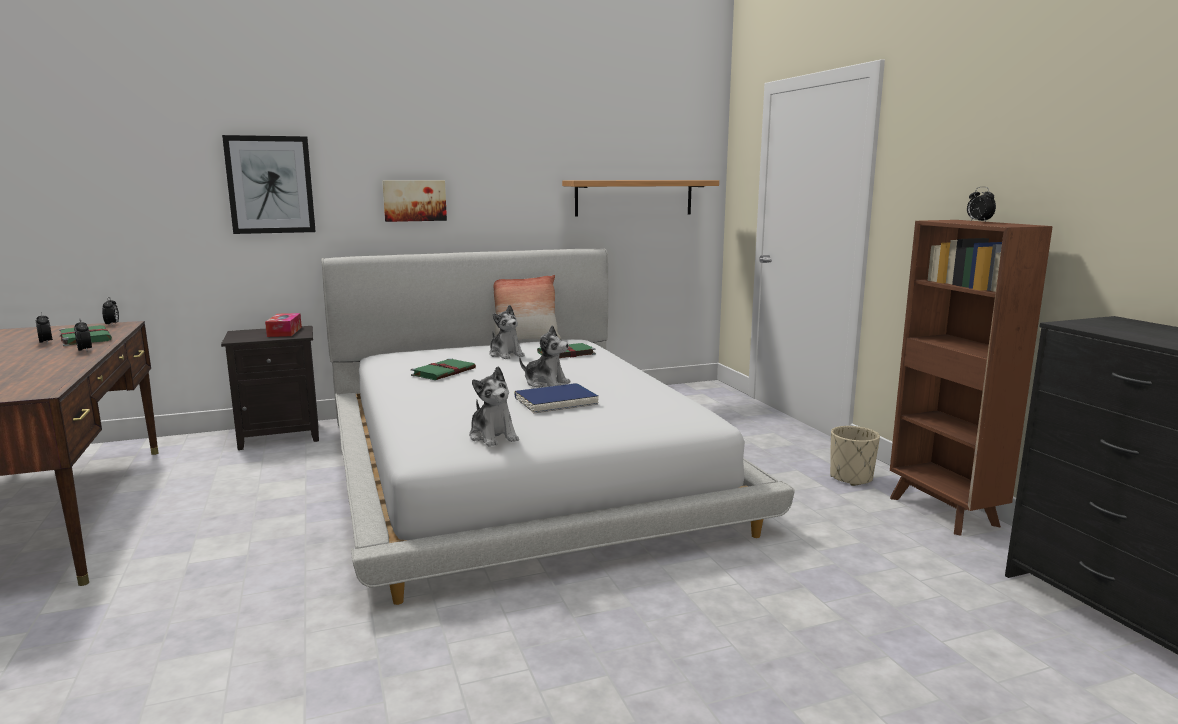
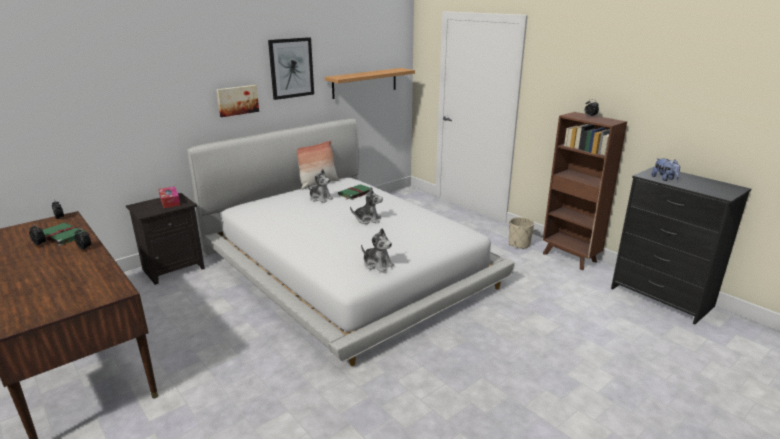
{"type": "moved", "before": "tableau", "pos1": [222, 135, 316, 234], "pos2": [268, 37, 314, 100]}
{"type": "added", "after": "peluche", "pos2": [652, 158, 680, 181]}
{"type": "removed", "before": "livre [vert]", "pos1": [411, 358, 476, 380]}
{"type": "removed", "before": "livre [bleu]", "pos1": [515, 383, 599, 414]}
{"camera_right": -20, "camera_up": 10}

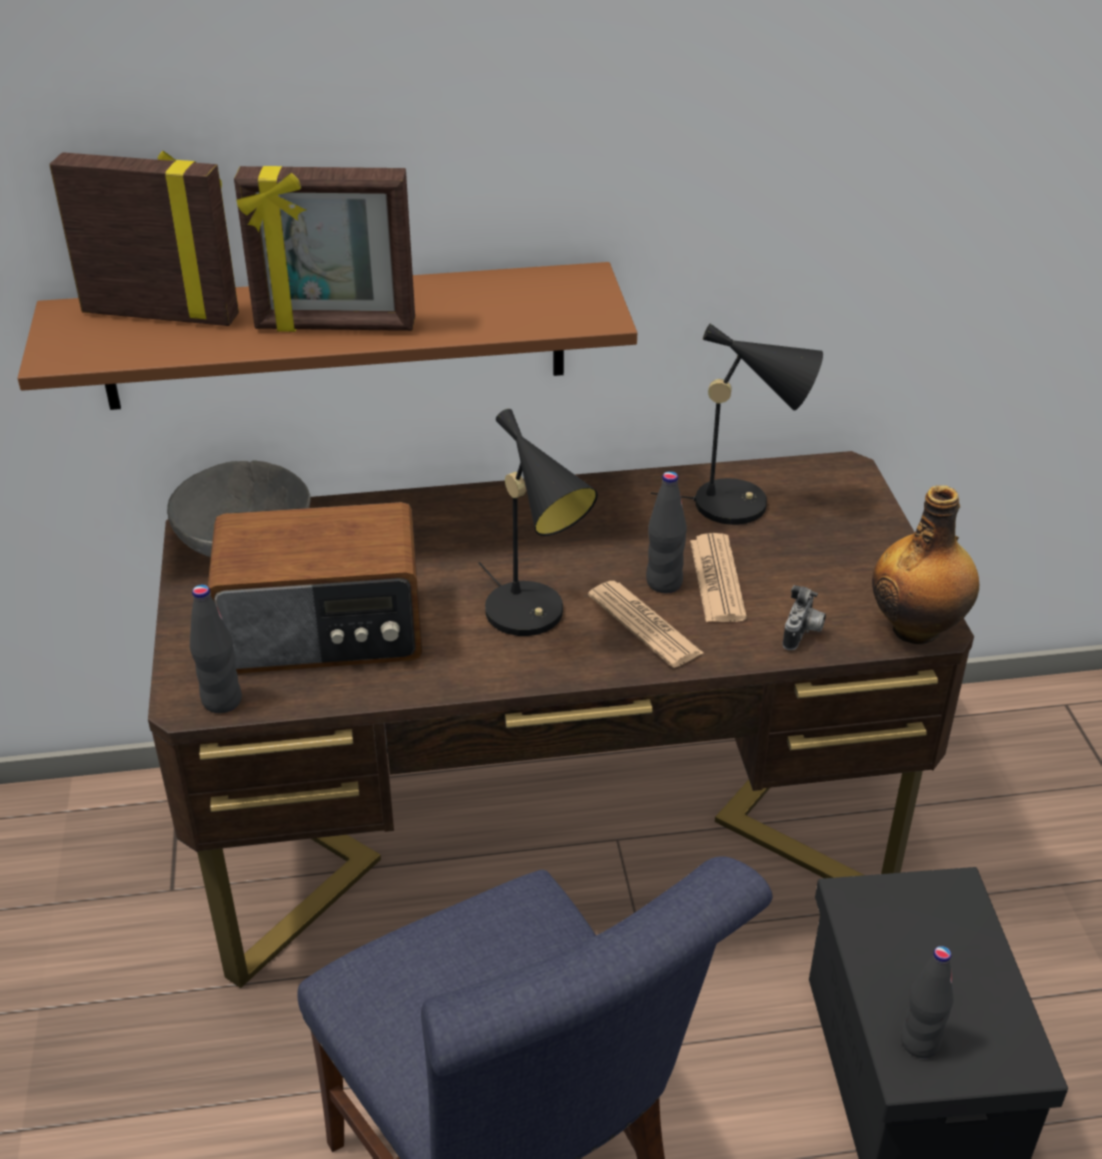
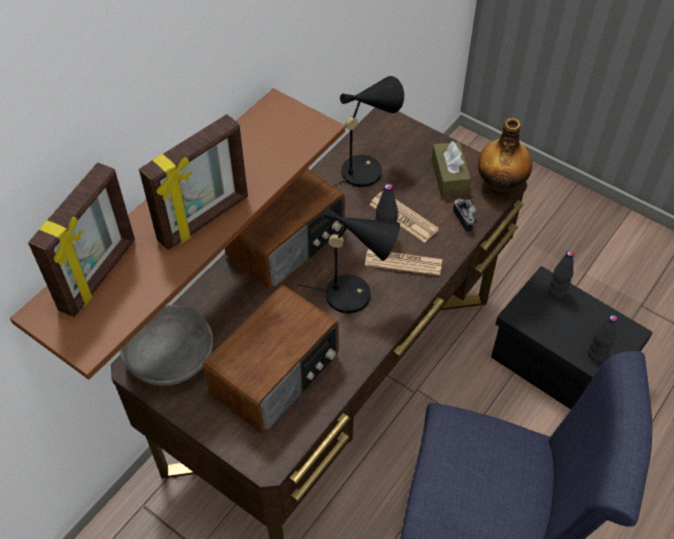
{"type": "turned", "before": "cadre photo", "pos1": [49, 151, 239, 326], "pos2": [28, 163, 135, 317], "turn": 150}
{"type": "added", "after": "radio", "pos2": [225, 168, 345, 291]}
{"type": "added", "after": "boîte à mouchoirs [marron]", "pos2": [431, 141, 471, 197]}
{"type": "moved", "before": "bouteille [noir]", "pos1": [190, 585, 242, 713], "pos2": [548, 250, 574, 299]}
{"camera_right": -45, "camera_up": 15}

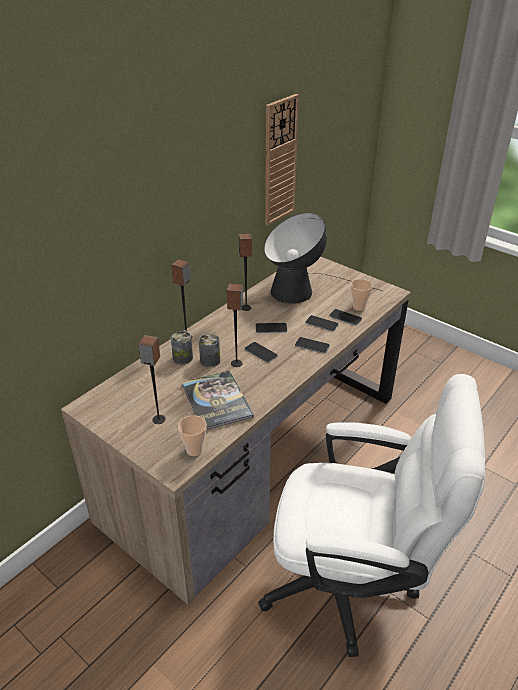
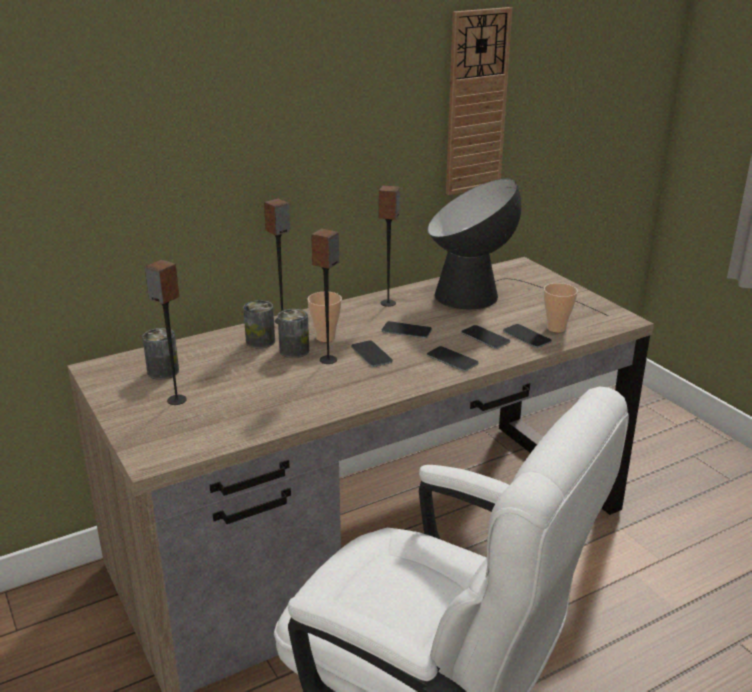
{"type": "added", "after": "boîte métallique", "pos2": [142, 328, 179, 380]}
{"type": "moved", "before": "tasse", "pos1": [178, 415, 207, 456], "pos2": [308, 292, 342, 342]}
{"type": "removed", "before": "livre", "pos1": [182, 371, 254, 430]}
{"camera_right": 20, "camera_up": -10}

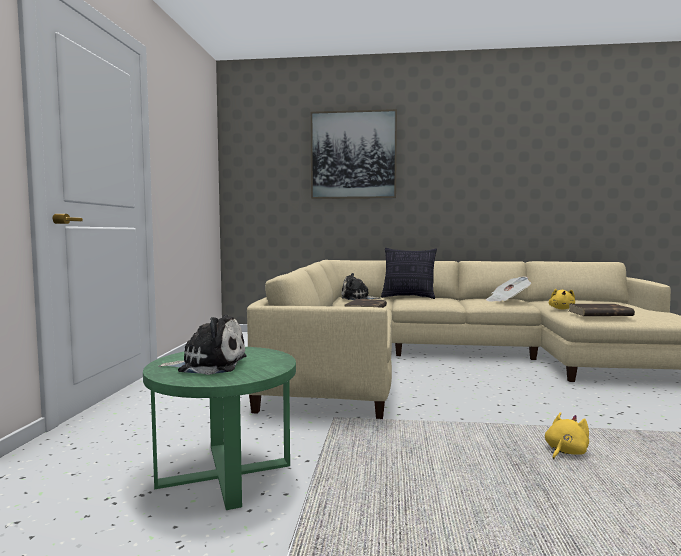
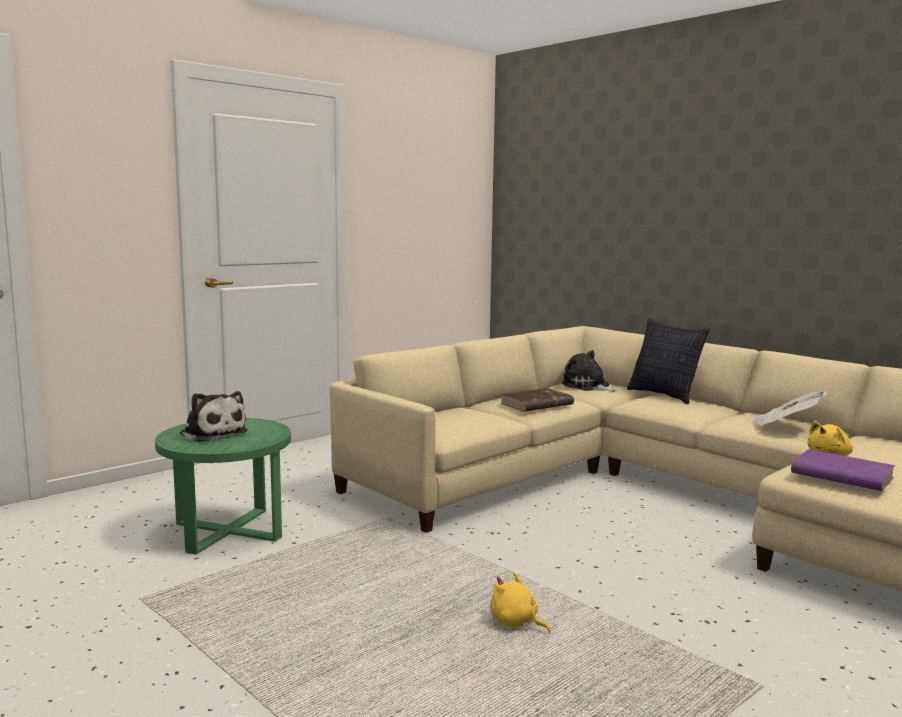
{"type": "turned", "before": "peluche [jaune]", "pos1": [545, 412, 589, 460], "pos2": [490, 572, 550, 633], "turn": -135}
{"type": "recoloured", "before": "livre [marron]", "after": "livre [violet]", "pos1": [569, 304, 635, 316], "pos2": [791, 449, 895, 491]}
{"type": "removed", "before": "tableau", "pos1": [311, 109, 397, 199]}
{"camera_right": 40, "camera_up": 5}

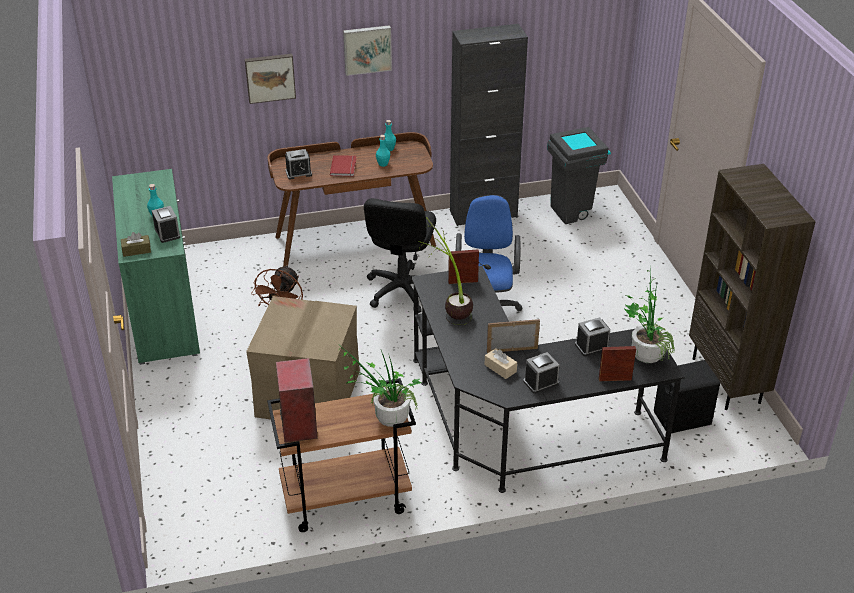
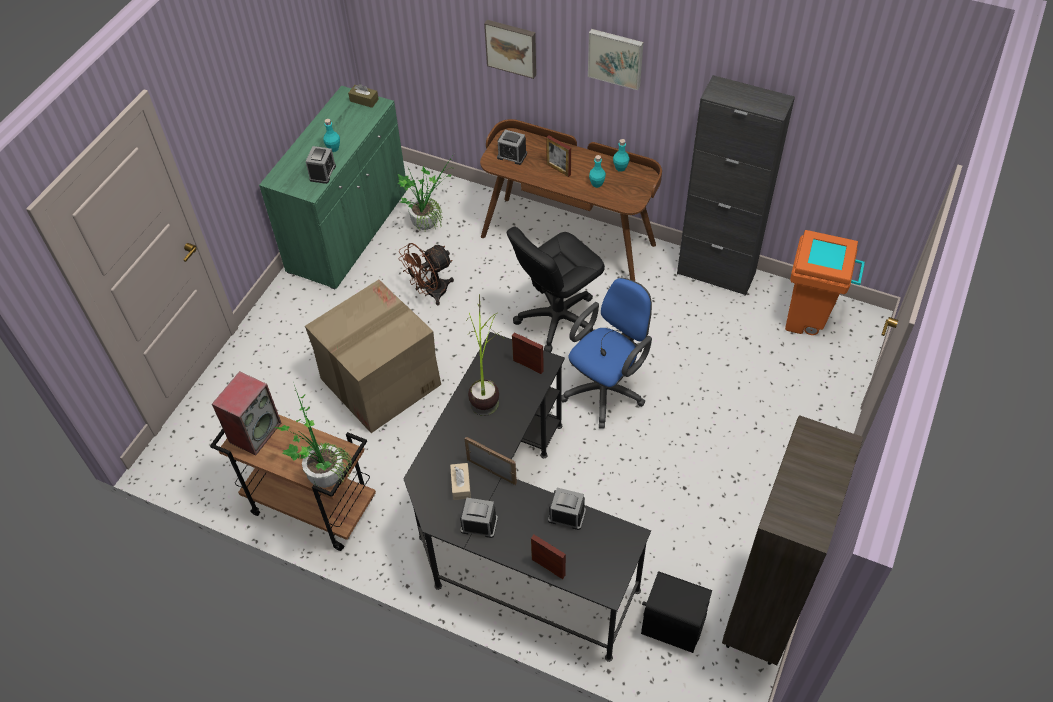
{"type": "moved", "before": "boîte à mouchoirs [marron]", "pos1": [121, 232, 151, 257], "pos2": [348, 84, 379, 108]}
{"type": "moved", "before": "plante en pot", "pos1": [623, 270, 675, 363], "pos2": [398, 154, 454, 231]}
{"type": "replaced", "before": "livre [rouge]", "after": "cadre photo", "pos1": [330, 155, 356, 177], "pos2": [546, 135, 571, 177]}
{"type": "recoloured", "before": "poubelle [gris]", "after": "poubelle [orange]", "pos1": [547, 127, 611, 224], "pos2": [785, 230, 865, 335]}
{"camera_right": 40, "camera_up": 15}

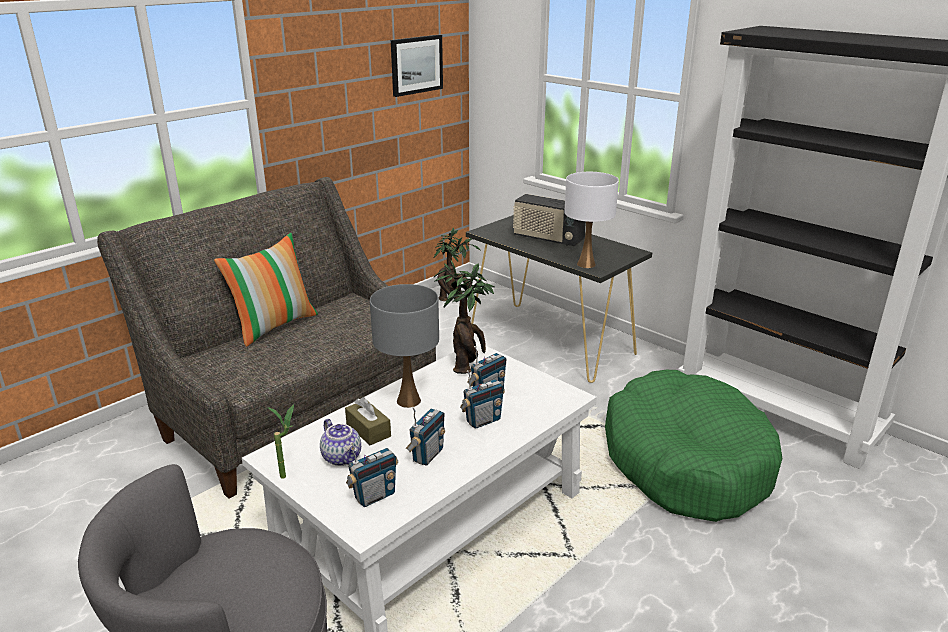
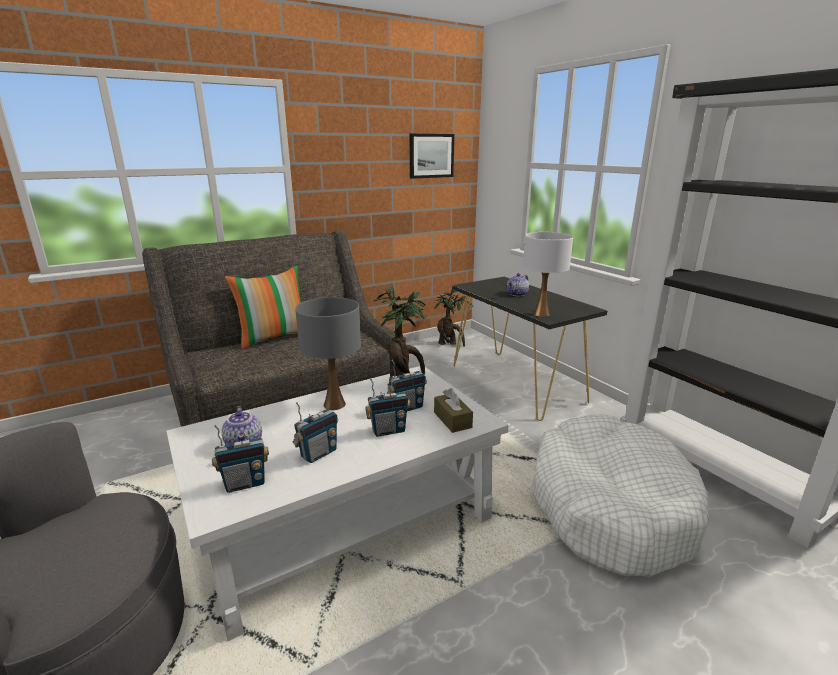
{"type": "moved", "before": "boîte à mouchoirs [marron]", "pos1": [345, 397, 391, 445], "pos2": [434, 388, 473, 433]}
{"type": "replaced", "before": "radio", "after": "théière", "pos1": [513, 194, 586, 246], "pos2": [507, 273, 529, 296]}
{"type": "recoloured", "before": "panier pour chien [vert]", "after": "panier pour chien [blanc]", "pos1": [605, 370, 783, 522], "pos2": [531, 414, 709, 577]}
{"type": "removed", "before": "plante en pot", "pos1": [268, 404, 294, 479]}
{"camera_right": 15, "camera_up": -5}

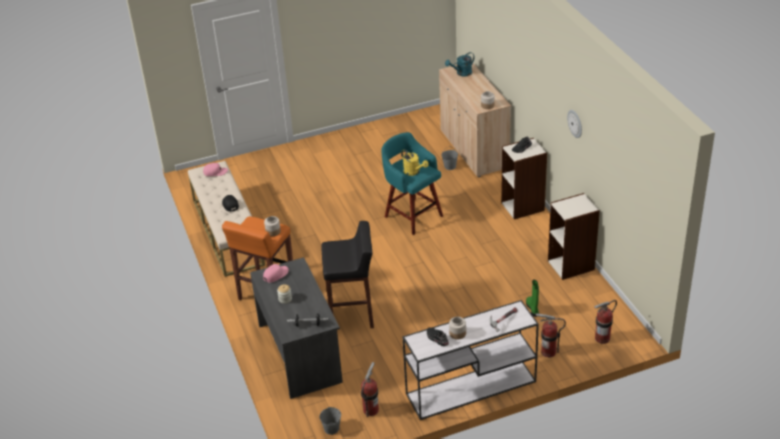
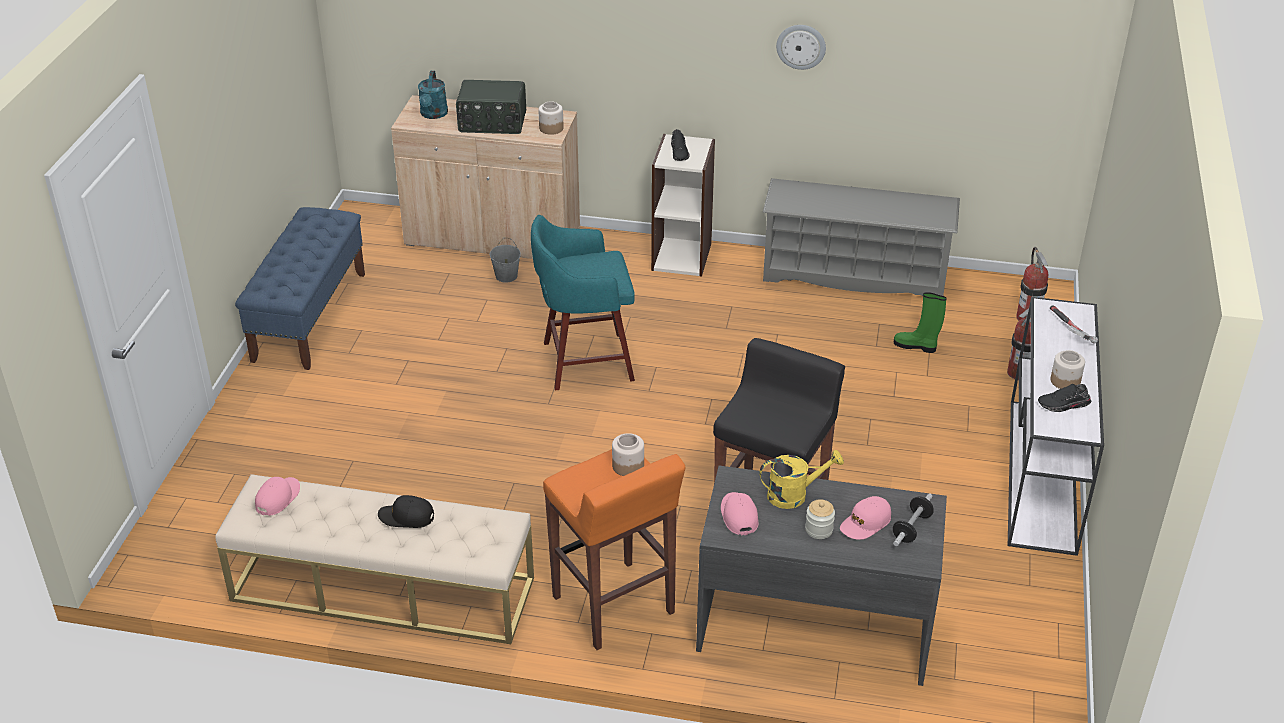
{"type": "added", "after": "banc [bleu]", "pos2": [235, 207, 365, 370]}
{"type": "added", "after": "radio", "pos2": [456, 80, 526, 134]}
{"type": "moved", "before": "arrosoir [jaune]", "pos1": [401, 149, 429, 176], "pos2": [759, 450, 844, 509]}
{"type": "replaced", "before": "bibliothèque", "after": "étagère à chaussures [gris]", "pos1": [548, 193, 600, 280], "pos2": [763, 178, 960, 296]}
{"type": "added", "after": "casquette [rose]", "pos2": [840, 496, 891, 540]}
{"type": "removed", "before": "seau [gris]", "pos1": [319, 407, 341, 435]}
{"type": "removed", "before": "extincteur", "pos1": [361, 362, 379, 417]}
{"camera_right": -60, "camera_up": 0}

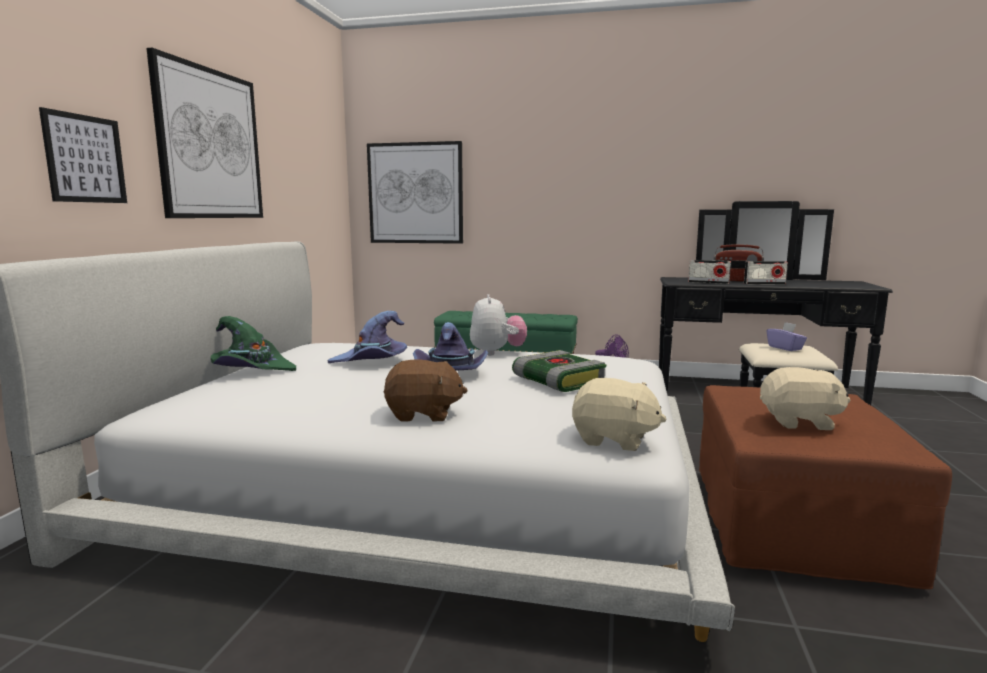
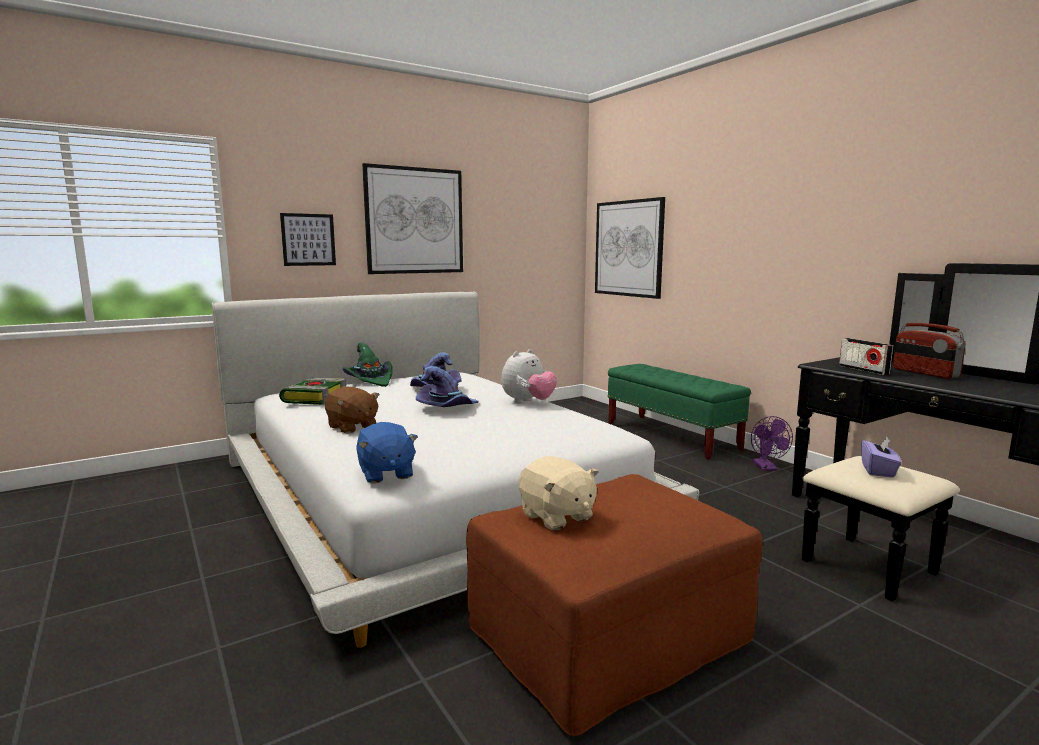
{"type": "moved", "before": "livre", "pos1": [512, 350, 606, 392], "pos2": [279, 378, 346, 405]}
{"type": "recoloured", "before": "peluche [beige]", "after": "peluche [bleu]", "pos1": [572, 378, 667, 451], "pos2": [356, 422, 418, 483]}
{"type": "removed", "before": "radio", "pos1": [744, 261, 788, 284]}
{"camera_right": 45, "camera_up": 0}

